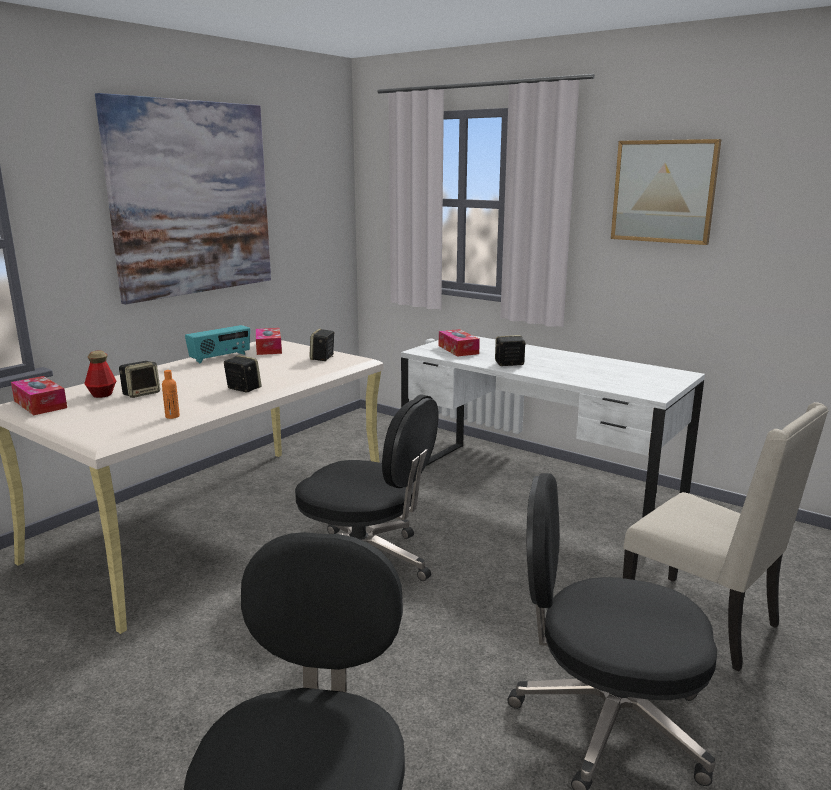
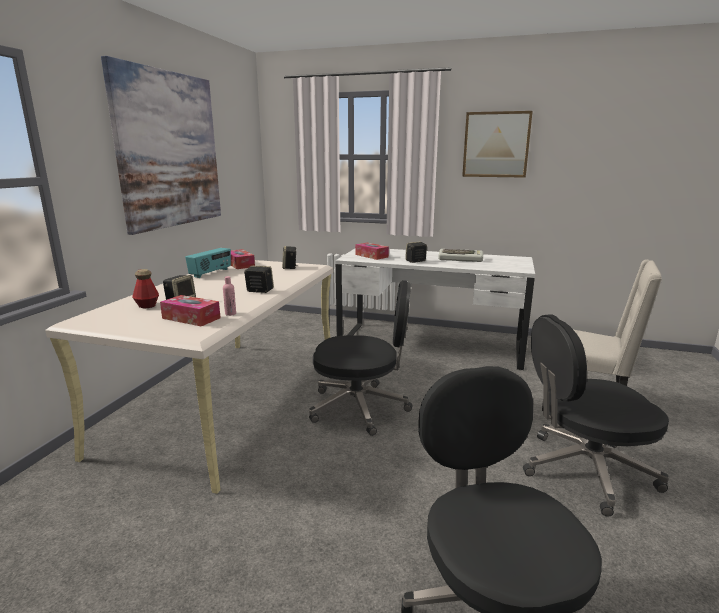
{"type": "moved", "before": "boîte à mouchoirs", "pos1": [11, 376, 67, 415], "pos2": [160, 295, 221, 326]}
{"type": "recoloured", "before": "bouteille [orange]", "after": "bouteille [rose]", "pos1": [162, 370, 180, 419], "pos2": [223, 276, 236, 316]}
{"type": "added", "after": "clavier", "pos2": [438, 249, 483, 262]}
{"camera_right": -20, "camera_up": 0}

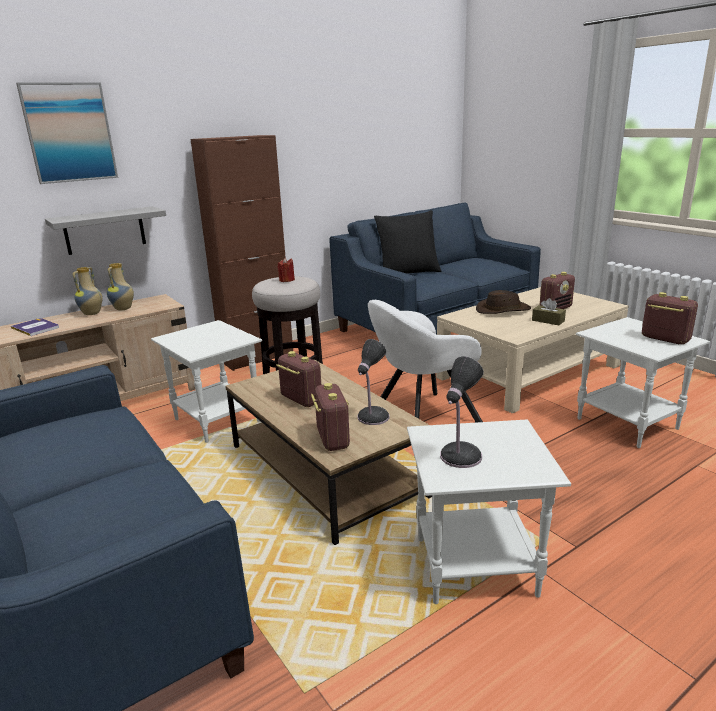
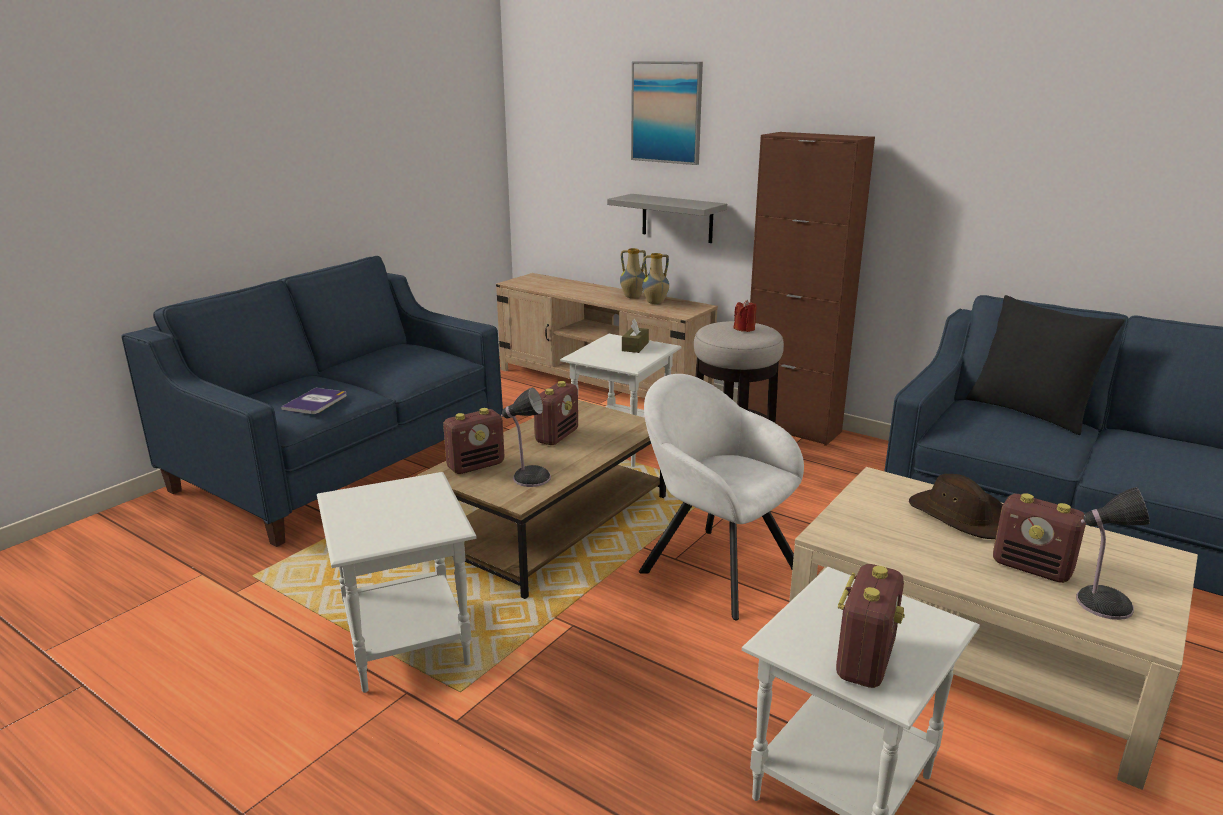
{"type": "moved", "before": "livre", "pos1": [11, 318, 59, 336], "pos2": [281, 388, 347, 414]}
{"type": "moved", "before": "boîte à mouchoirs [marron]", "pos1": [532, 298, 566, 325], "pos2": [622, 319, 649, 353]}
{"type": "moved", "before": "lampe de table", "pos1": [440, 356, 484, 468], "pos2": [1076, 487, 1150, 620]}
{"camera_right": 70, "camera_up": 0}

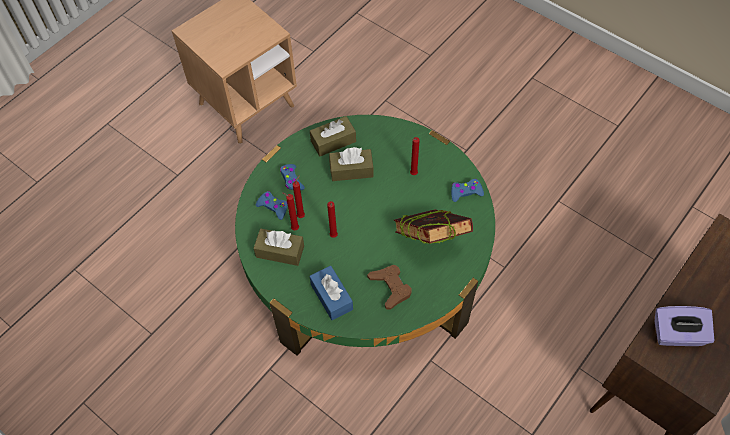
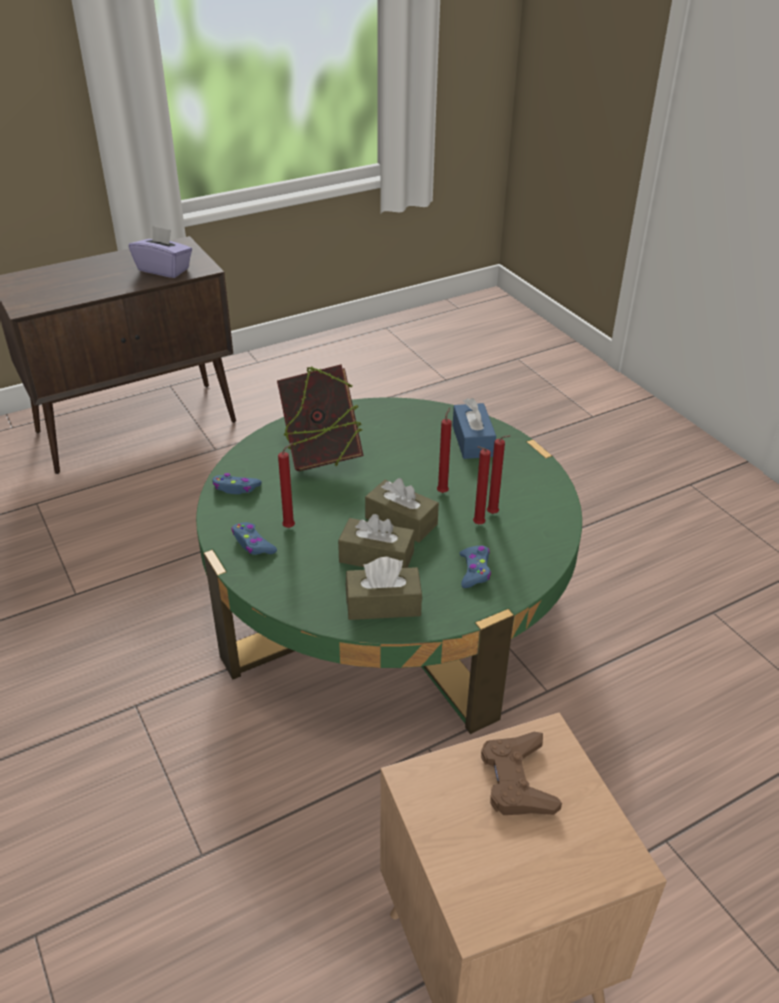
{"type": "moved", "before": "manette [bleu]", "pos1": [256, 191, 287, 220], "pos2": [232, 522, 277, 555]}
{"type": "moved", "before": "boîte à mouchoirs [marron]", "pos1": [254, 229, 304, 266], "pos2": [365, 478, 439, 543]}
{"type": "moved", "before": "manette [marron]", "pos1": [367, 265, 412, 310], "pos2": [481, 732, 562, 815]}
{"camera_right": -160, "camera_up": -20}

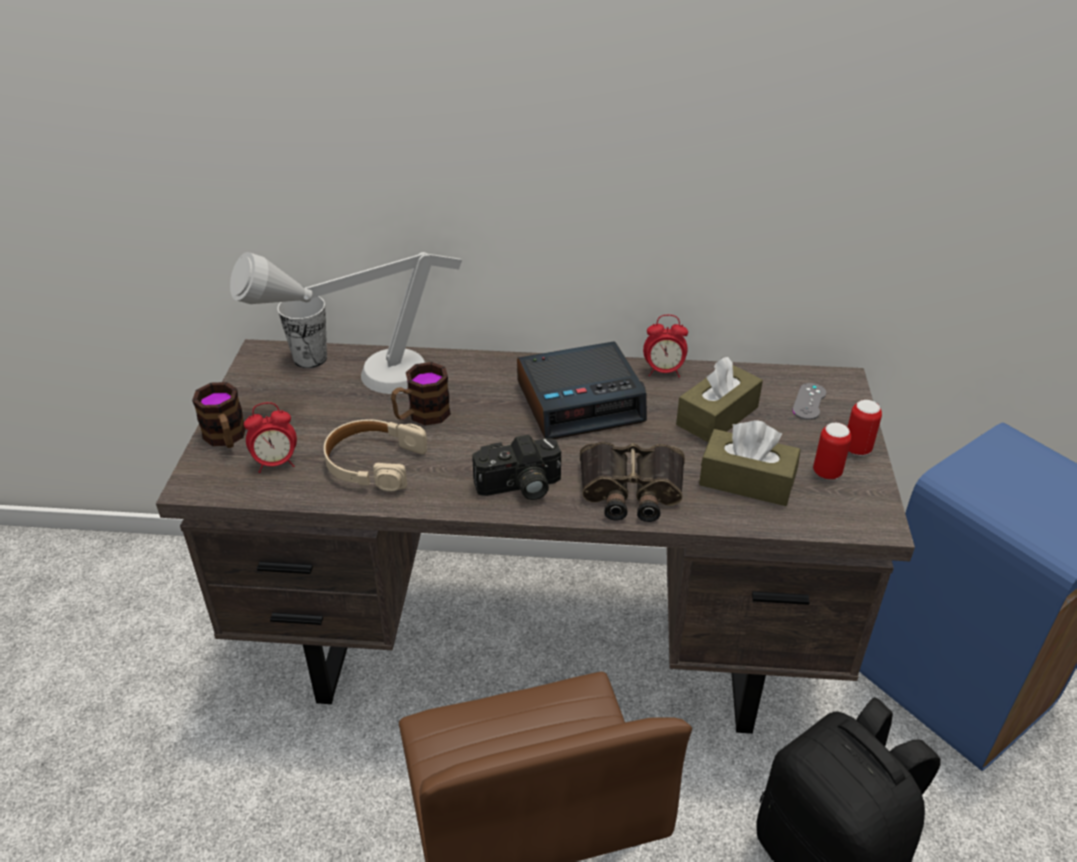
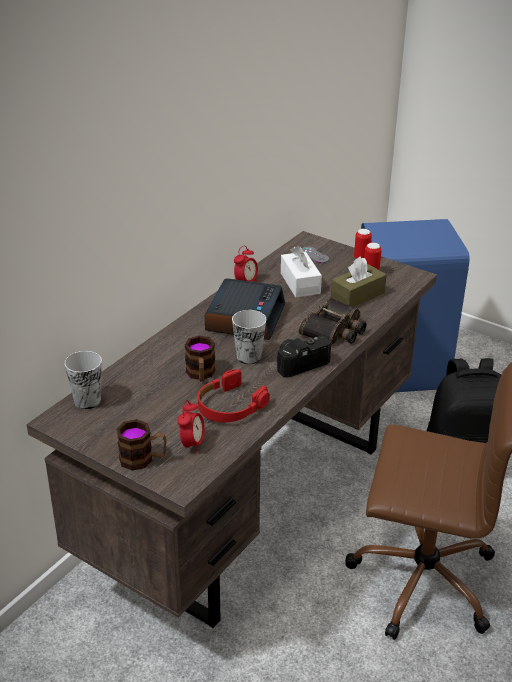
{"type": "recoloured", "before": "casque audio [beige]", "after": "casque audio [rouge]", "pos1": [324, 420, 427, 491], "pos2": [198, 369, 270, 422]}
{"type": "added", "after": "tasse", "pos2": [232, 310, 266, 364]}
{"type": "turned", "before": "appareil photo", "pos1": [472, 435, 561, 500], "pos2": [277, 336, 331, 378], "turn": -135}
{"type": "recoloured", "before": "boîte à mouchoirs [marron]", "after": "boîte à mouchoirs [blanc]", "pos1": [676, 357, 763, 442], "pos2": [281, 246, 322, 297]}
{"type": "removed", "before": "lampe de table [gris]", "pos1": [230, 252, 462, 394]}
{"camera_right": -60, "camera_up": -5}

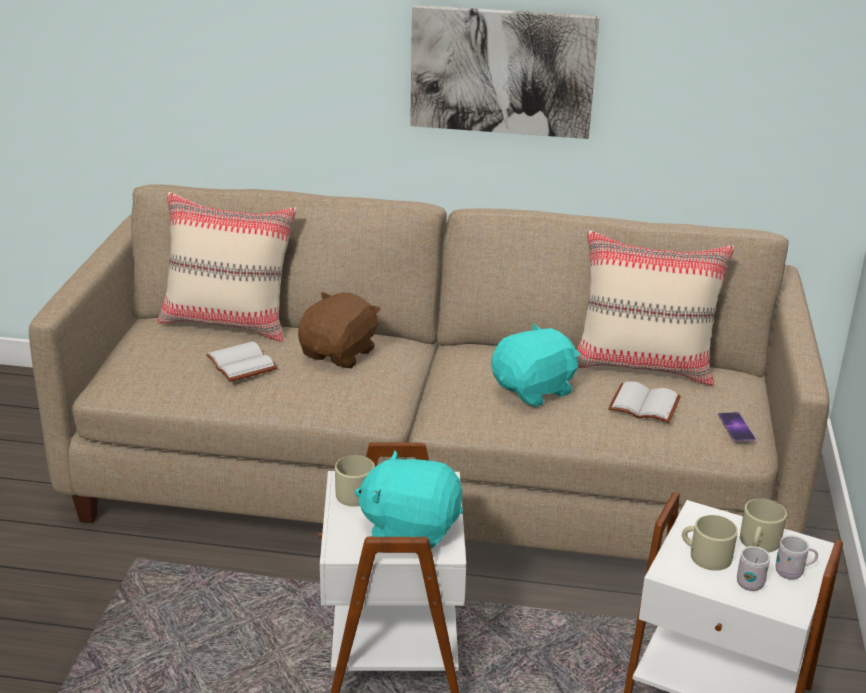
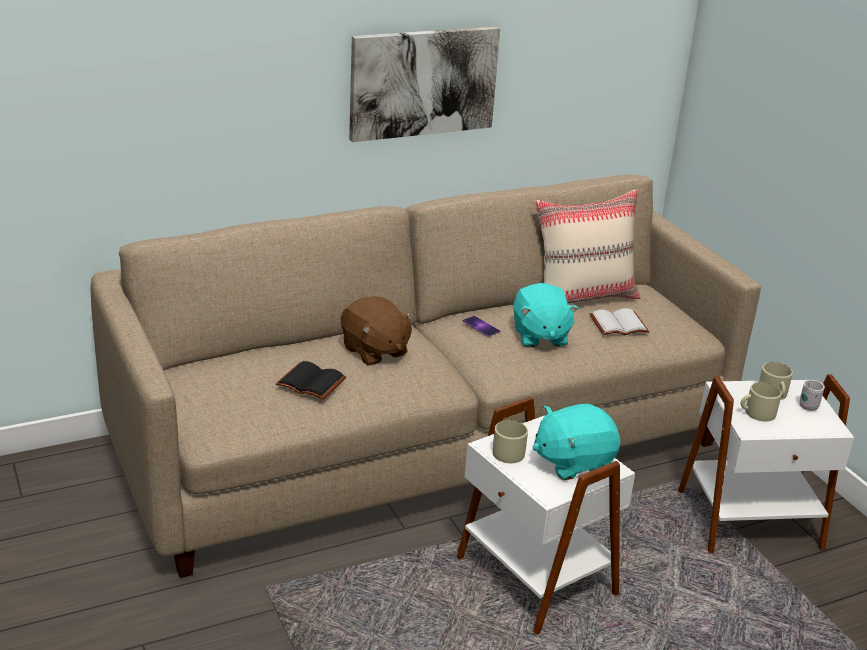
{"type": "recoloured", "before": "livre [blanc]", "after": "livre [noir]", "pos1": [206, 341, 278, 382], "pos2": [276, 361, 346, 400]}
{"type": "turned", "before": "peluche [marron]", "pos1": [298, 292, 381, 368], "pos2": [341, 296, 415, 366], "turn": 150}
{"type": "moved", "before": "téléphone", "pos1": [718, 412, 756, 442], "pos2": [462, 316, 500, 337]}
{"type": "turned", "before": "peluche [turquoise]", "pos1": [491, 324, 580, 407], "pos2": [513, 283, 579, 348], "turn": 150}
{"type": "removed", "before": "coussin [beige]", "pos1": [158, 192, 297, 342]}
{"type": "removed", "before": "mug [blanc]", "pos1": [737, 546, 771, 591]}
{"camera_right": -35, "camera_up": 0}

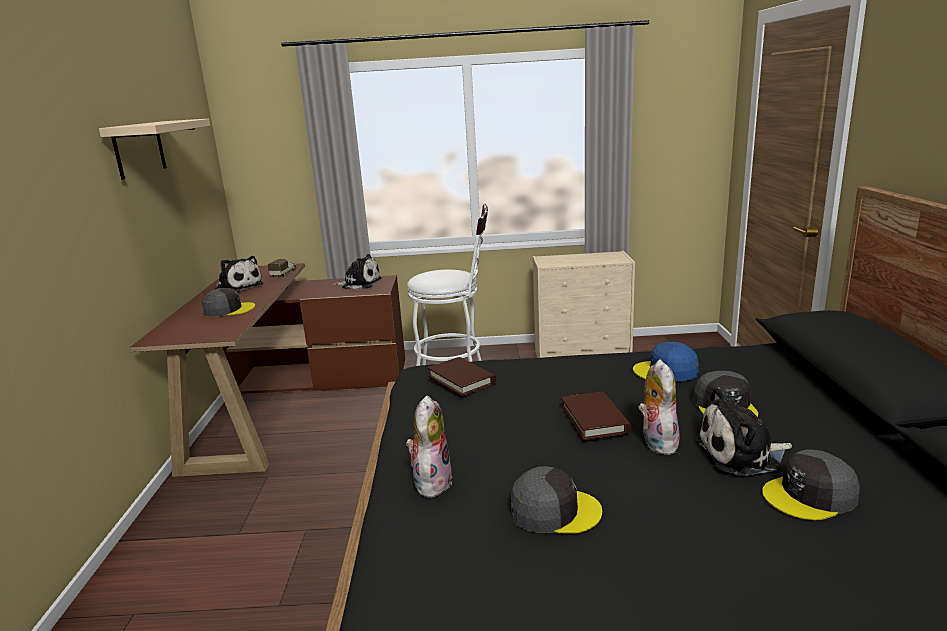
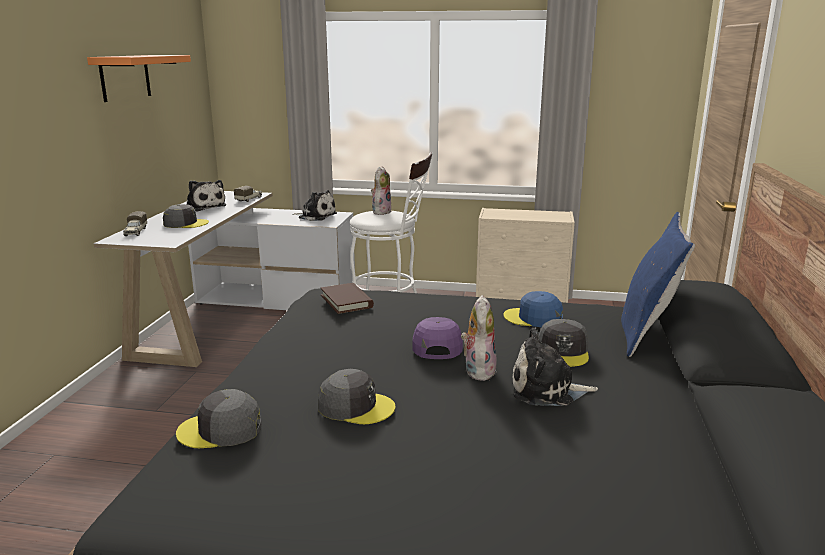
{"type": "recoloured", "before": "étagère [beige]", "after": "étagère [orange]", "pos1": [99, 119, 210, 180], "pos2": [87, 55, 191, 102]}
{"type": "recoloured", "before": "bureau [marron]", "after": "bureau [blanc]", "pos1": [130, 263, 405, 477], "pos2": [93, 191, 355, 367]}
{"type": "added", "after": "camion jouet", "pos2": [123, 211, 147, 236]}
{"type": "moved", "before": "casquette [gris]", "pos1": [762, 449, 860, 520], "pos2": [176, 389, 261, 448]}
{"type": "moved", "before": "peluche", "pos1": [406, 396, 453, 499], "pos2": [371, 166, 392, 215]}
{"type": "replaced", "before": "livre [marron]", "after": "casquette [violet]", "pos1": [561, 392, 632, 440], "pos2": [413, 317, 463, 359]}
{"type": "added", "after": "coussin [bleu]", "pos2": [621, 212, 695, 357]}
{"camera_right": 10, "camera_up": 0}

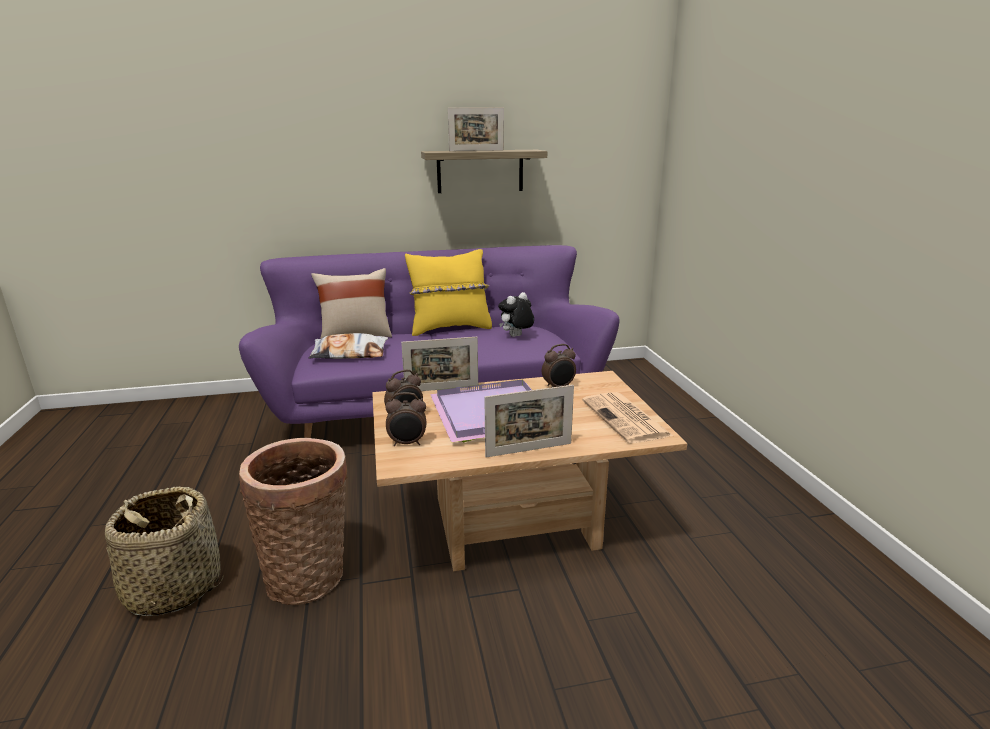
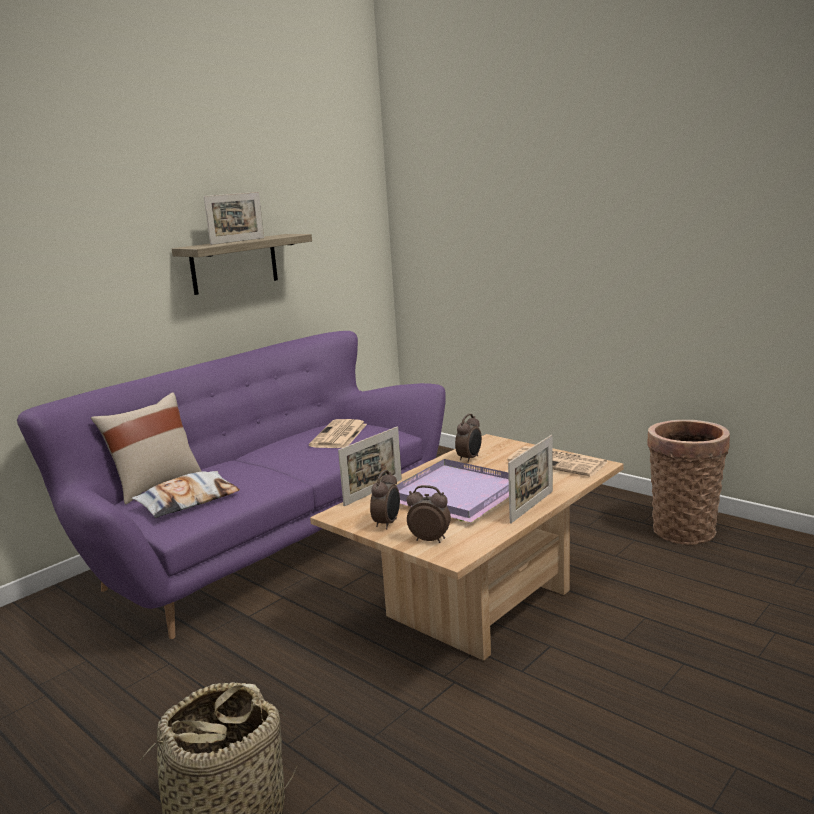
{"type": "replaced", "before": "peluche", "after": "journal", "pos1": [498, 292, 534, 337], "pos2": [309, 419, 367, 448]}
{"type": "turned", "before": "réveil", "pos1": [385, 392, 426, 446], "pos2": [406, 485, 451, 543], "turn": -120}
{"type": "moved", "before": "panier", "pos1": [239, 438, 348, 605], "pos2": [647, 420, 730, 545]}
{"type": "removed", "before": "coussin [jaune]", "pos1": [405, 249, 492, 336]}
{"camera_right": -35, "camera_up": -5}

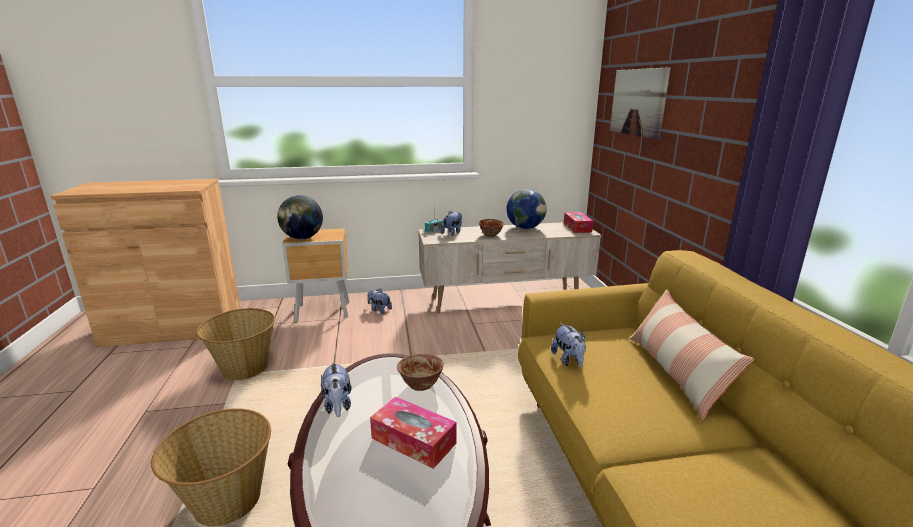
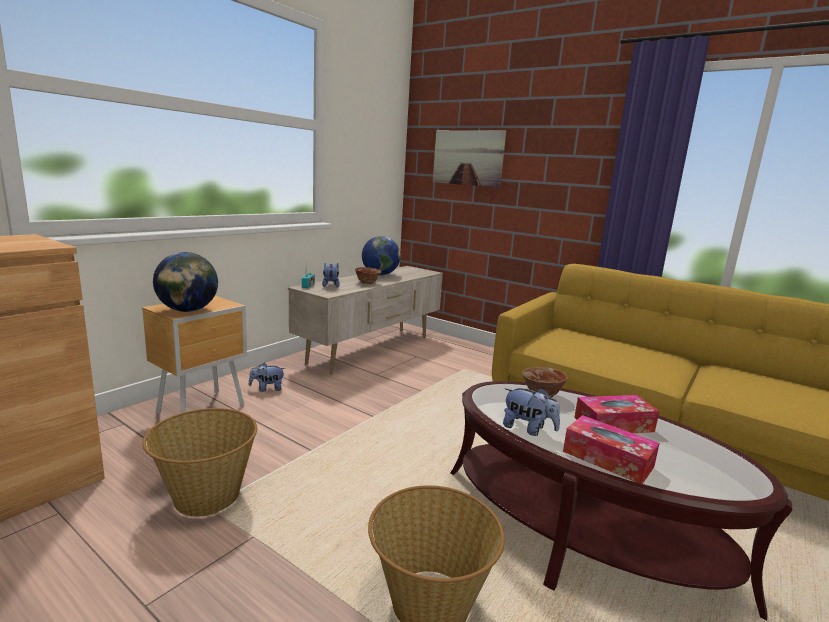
{"type": "moved", "before": "boîte à mouchoirs", "pos1": [564, 212, 593, 233], "pos2": [563, 415, 660, 485]}
{"type": "removed", "before": "peluche", "pos1": [551, 323, 586, 368]}
{"type": "removed", "before": "coussin", "pos1": [630, 289, 755, 421]}
{"camera_right": -45, "camera_up": -5}

